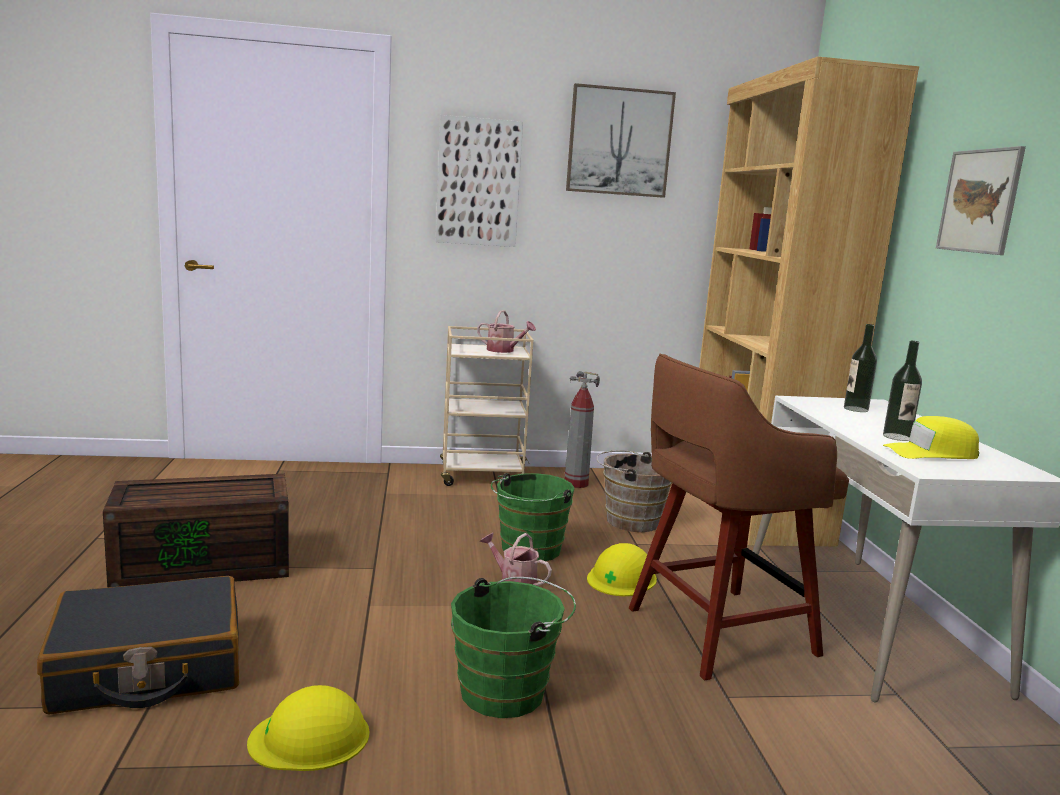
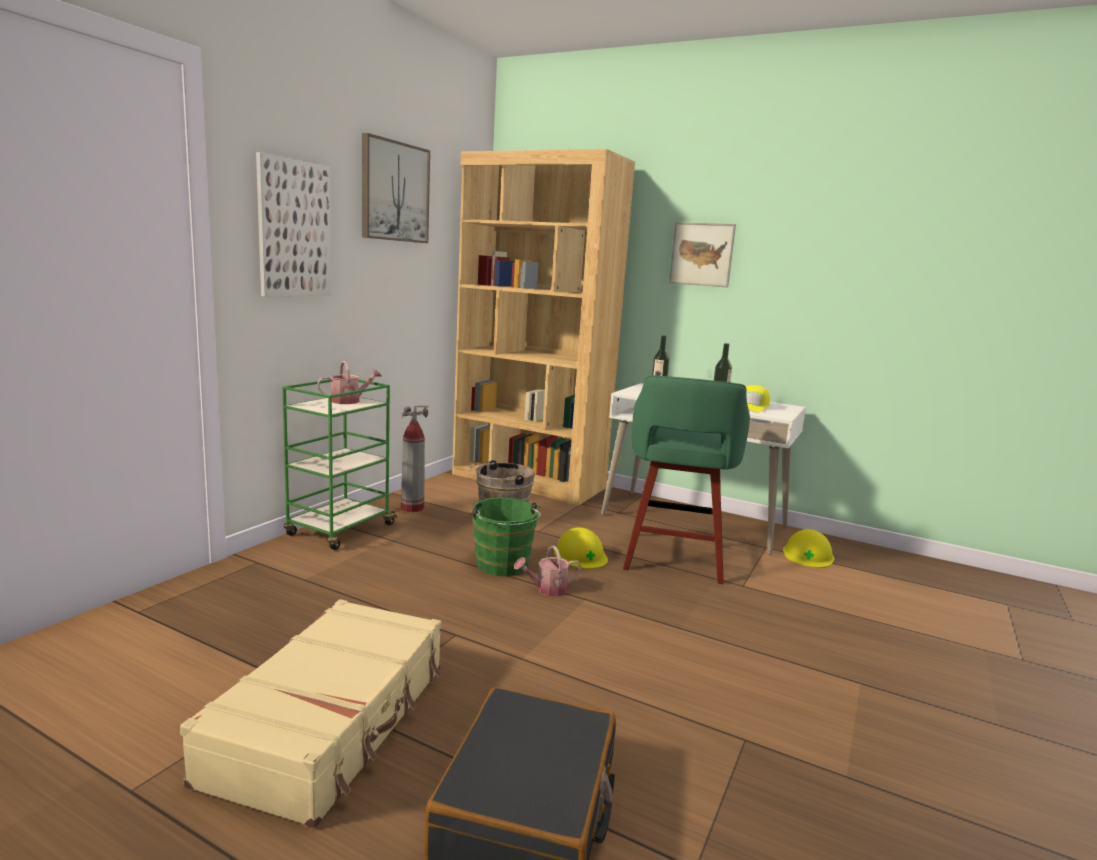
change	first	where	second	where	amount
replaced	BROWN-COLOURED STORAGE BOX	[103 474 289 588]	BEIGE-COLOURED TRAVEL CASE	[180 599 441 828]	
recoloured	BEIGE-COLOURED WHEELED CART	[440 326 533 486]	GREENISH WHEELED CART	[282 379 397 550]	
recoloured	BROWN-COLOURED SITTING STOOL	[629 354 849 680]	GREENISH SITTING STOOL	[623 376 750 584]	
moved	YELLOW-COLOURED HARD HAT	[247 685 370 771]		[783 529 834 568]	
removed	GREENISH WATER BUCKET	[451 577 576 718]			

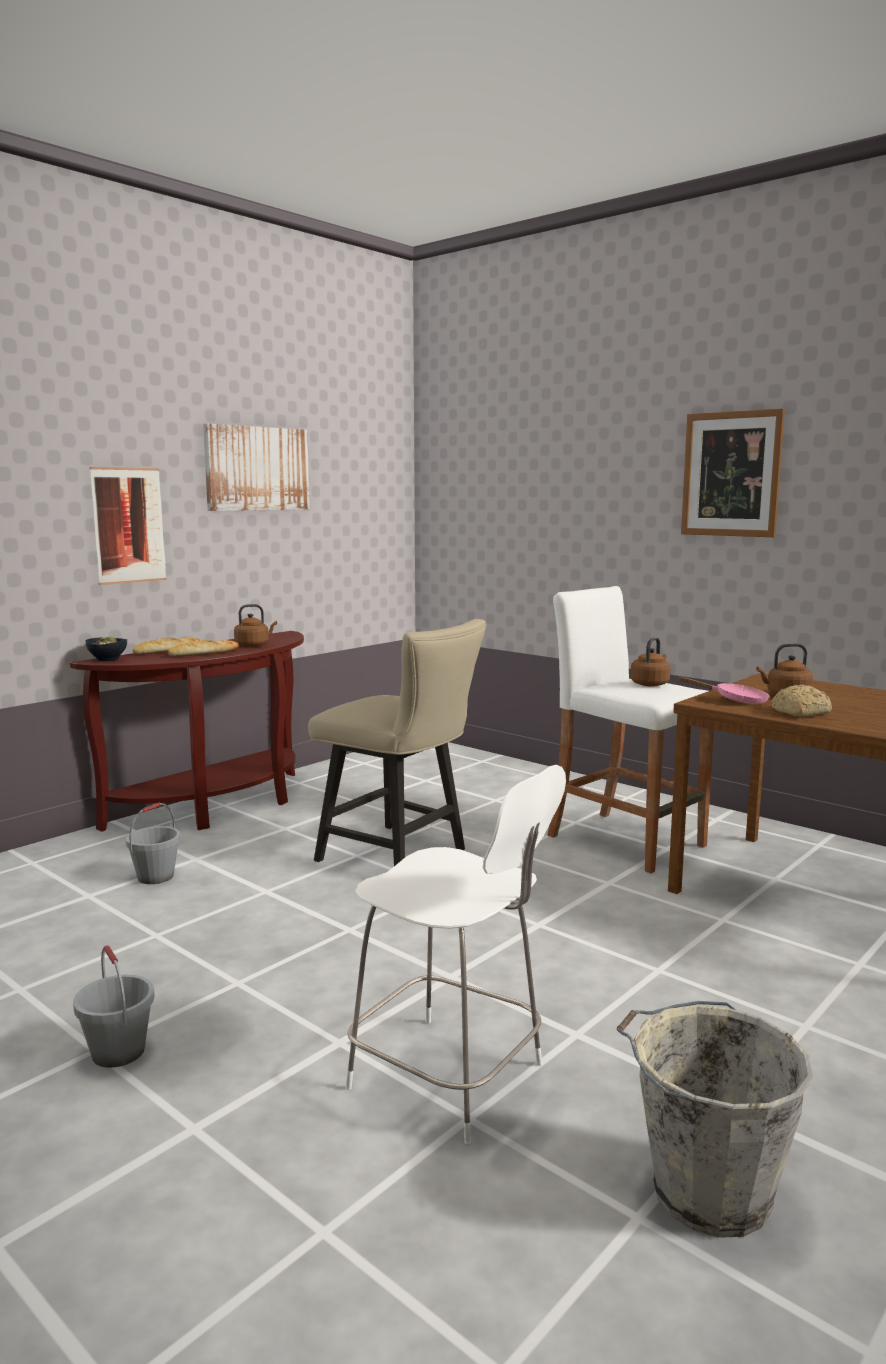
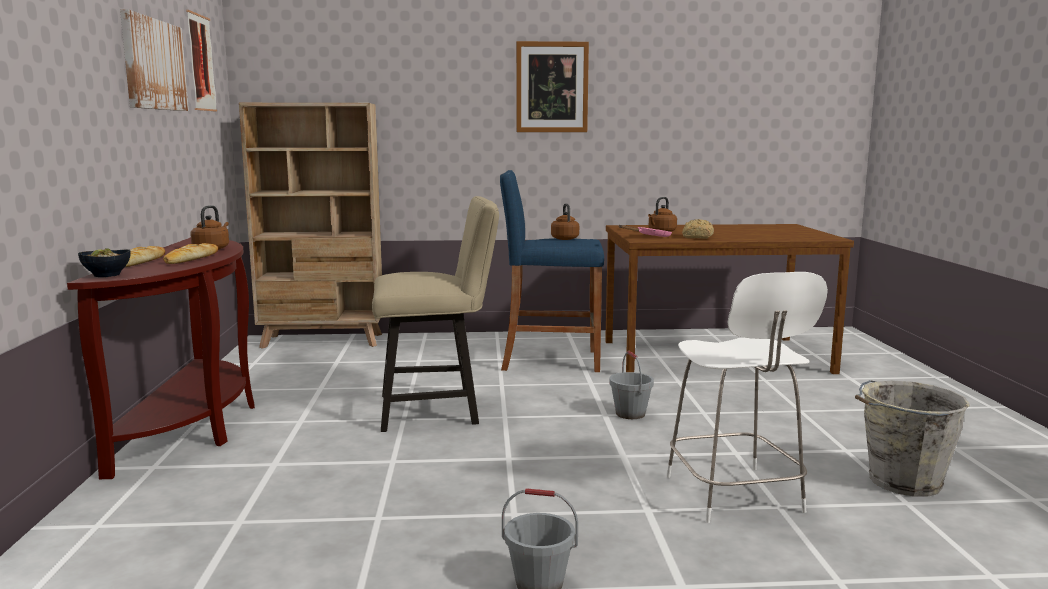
change	first	where	second	where	amount
moved	WALL PICTURE	[90 467 167 585]		[186 10 217 111]	
added			BEIGE-COLOURED BOOKCASE	[239 103 382 349]	
recoloured	WHITISH SITTING STOOL	[547 586 714 873]	BLUISH SITTING STOOL	[500 170 604 372]	
moved	GREYISH WATER BUCKET	[125 803 181 884]		[609 351 654 419]	
turned	WHITISH CHAIR	[346 765 566 1144]		[666 272 828 523]	90 degrees clockwise

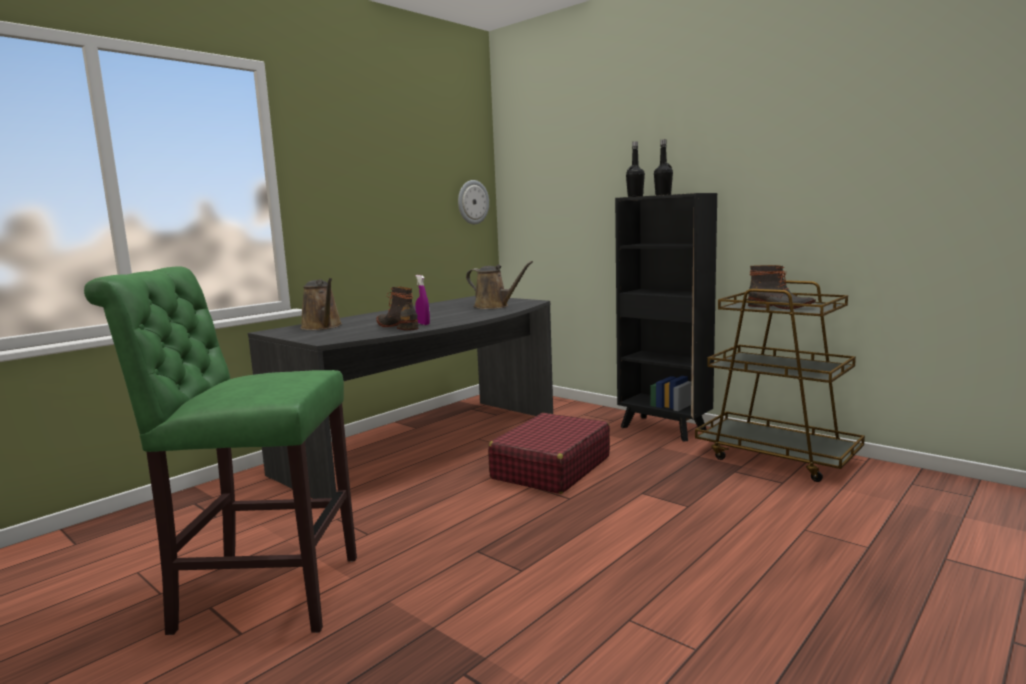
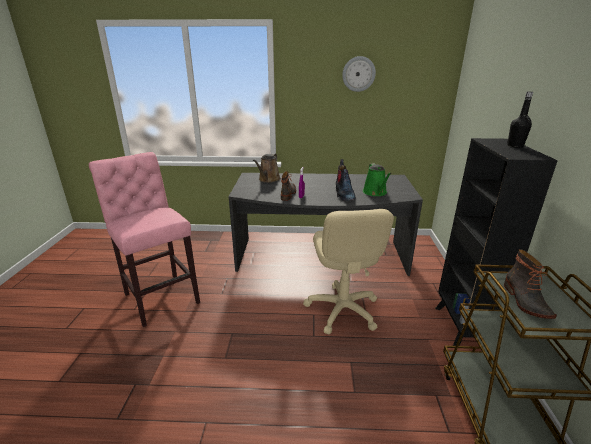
change	first	where	second	where	amount
recoloured	GREENISH SITTING STOOL	[84 266 357 635]	PINK-COLOURED SITTING STOOL	[89 152 200 327]	
replaced	REDDISH TRAVEL CASE	[488 413 610 494]	BEIGE-COLOURED COMPUTER CHAIR	[303 209 394 335]	
added			HIGH-TOP BOOT	[336 159 356 201]	
moved	WALL CLOCK	[458 180 489 224]		[342 56 376 92]	
recoloured	BROWN-COLOURED WATERING CAN	[466 261 533 309]	GREENISH WATERING CAN	[363 163 392 196]	
removed	BLACK BOTTLE	[626 141 645 197]			

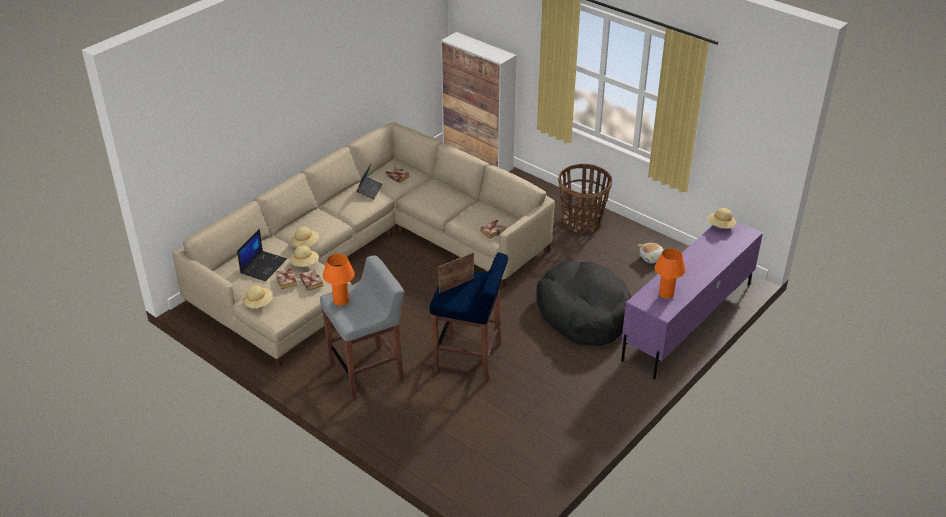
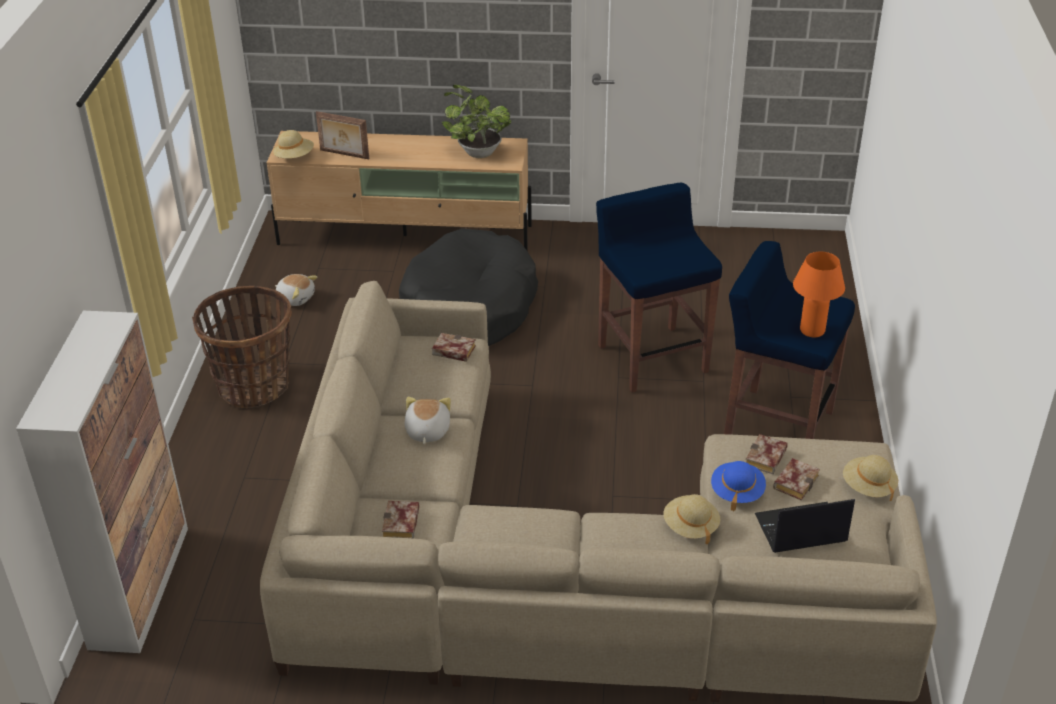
change	first	where	second	where	amount
recoloured	PURPLE MEDIA CONSOLE	[621 221 763 379]	BEIGE-COLOURED MEDIA CONSOLE	[267 131 532 252]	
moved	PICTURE FRAME	[438 252 474 293]		[316 111 369 159]	
added			CUDDLY TOY	[405 397 451 444]	
replaced	ORANGEY TABLETOP LAMP	[655 248 686 299]	POTTED PLANT	[442 85 512 158]	
recoloured	BEIGE-COLOURED WEARABLE HAT	[290 245 319 267]	BLUISH WEARABLE HAT	[711 461 766 511]	
recoloured	GREYISH SITTING STOOL	[320 256 404 399]	BLUISH SITTING STOOL	[724 241 855 439]	
removed	LAPTOP	[357 164 383 200]			

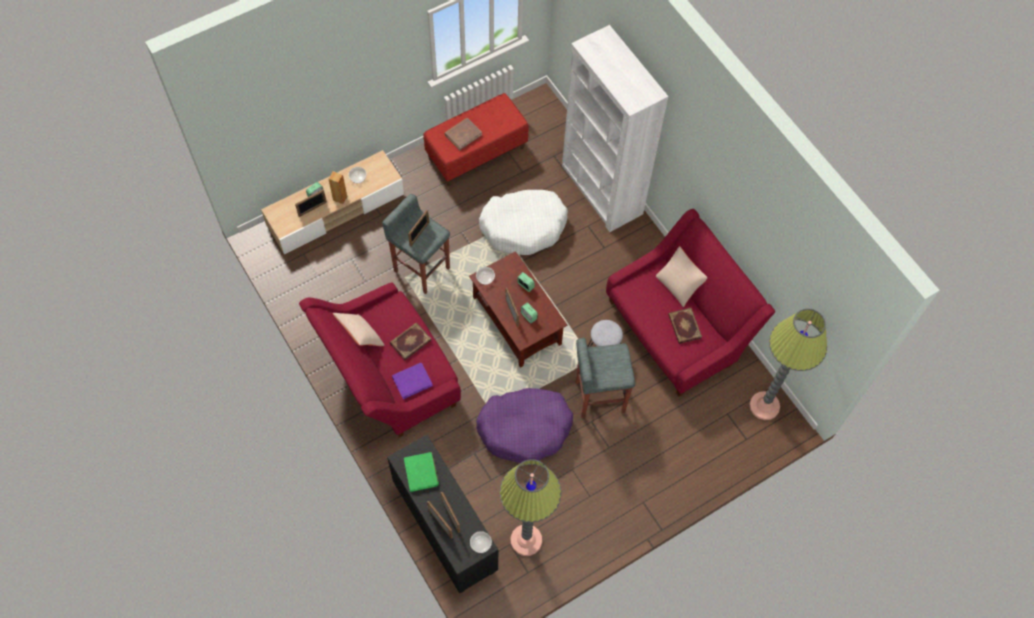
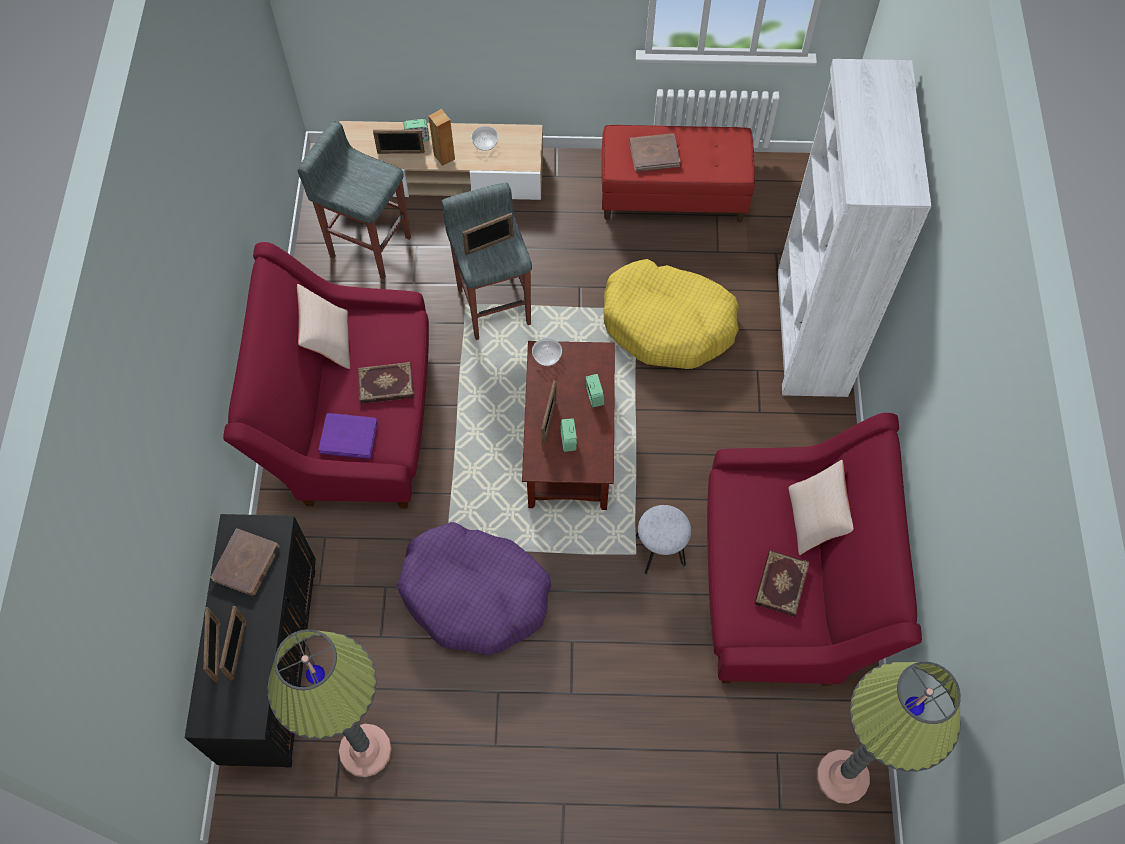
change	first	where	second	where	amount
recoloured	GREENISH BOUND BOOK	[404 452 439 492]	BROWN-COLOURED BOUND BOOK	[210 528 280 596]	
moved	GREYISH SITTING STOOL	[575 338 635 418]		[298 121 411 279]	
recoloured	WHITISH DOG CUSHION	[479 190 568 255]	YELLOW-COLOURED DOG CUSHION	[604 259 739 369]	
removed	BOWL	[470 531 492 553]			

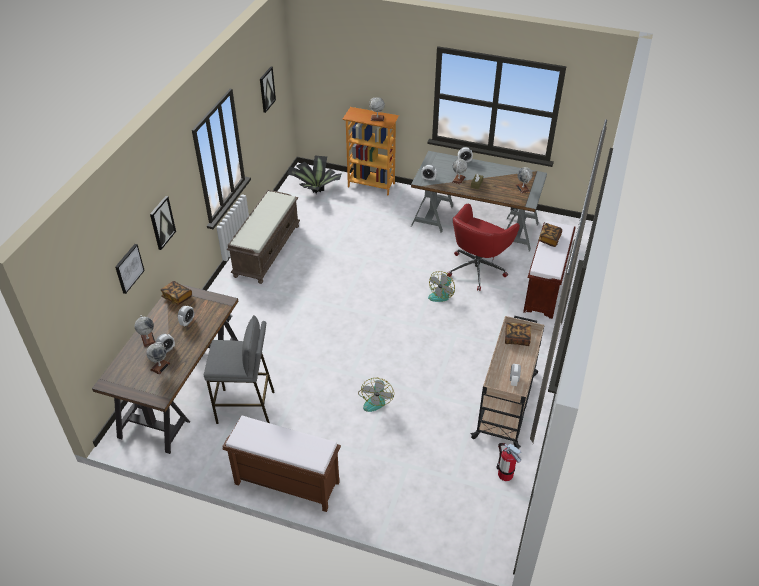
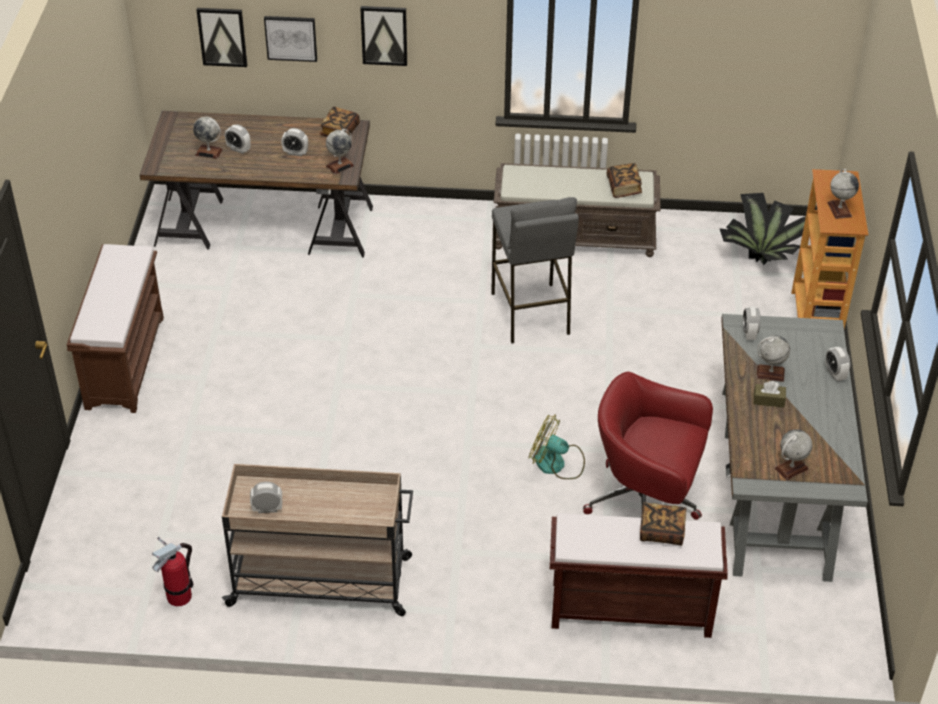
change	first	where	second	where	amount
moved	WALL PICTURE	[260 66 276 113]		[197 8 247 67]	
moved	WORLD GLOBE	[135 315 155 347]		[326 129 354 174]	
moved	GREYISH SITTING STOOL	[204 315 274 424]		[491 197 579 344]	
moved	BOUND BOOK	[505 322 531 346]		[607 163 642 198]	
removed	FAN	[358 378 394 412]			

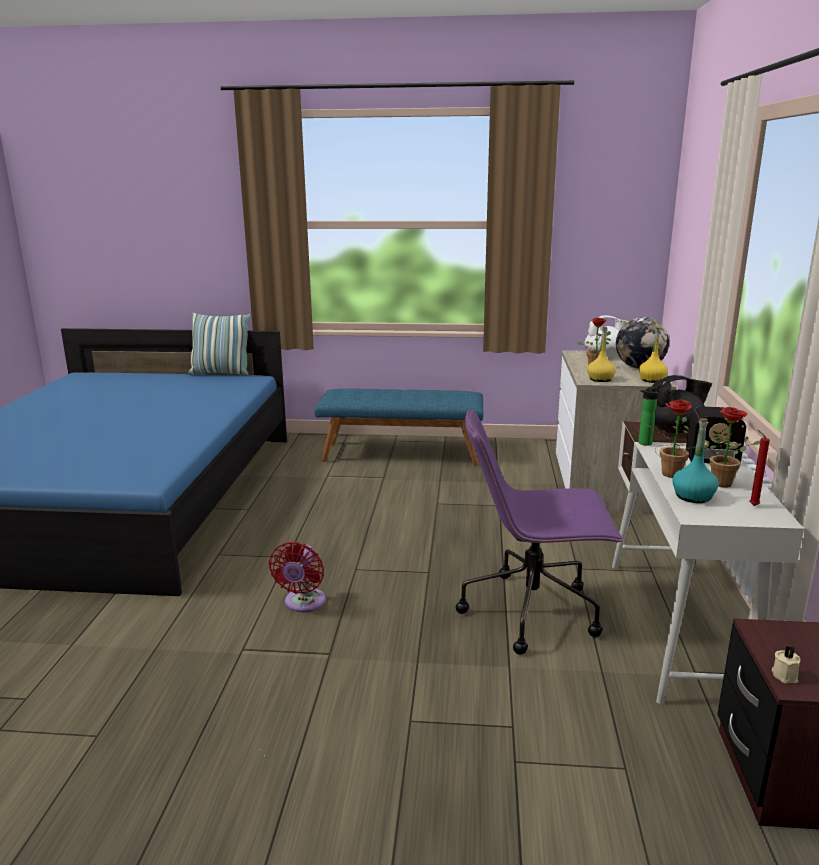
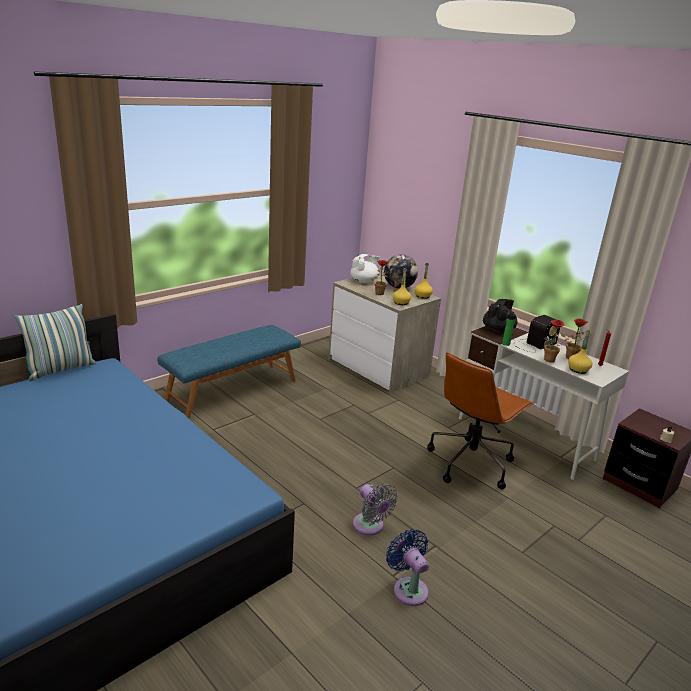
change	first	where	second	where	amount
recoloured	REDDISH FAN	[269 542 326 612]	GREYISH FAN	[353 484 398 535]	
added			BLUISH FAN	[386 529 429 606]	
recoloured	PURPLE COMPUTER CHAIR	[456 408 624 655]	BROWN-COLOURED COMPUTER CHAIR	[427 352 533 489]	
recoloured	TURQUOISE-COLOURED BOTTLE	[672 418 719 503]	YELLOW-COLOURED BOTTLE	[568 329 592 374]	

